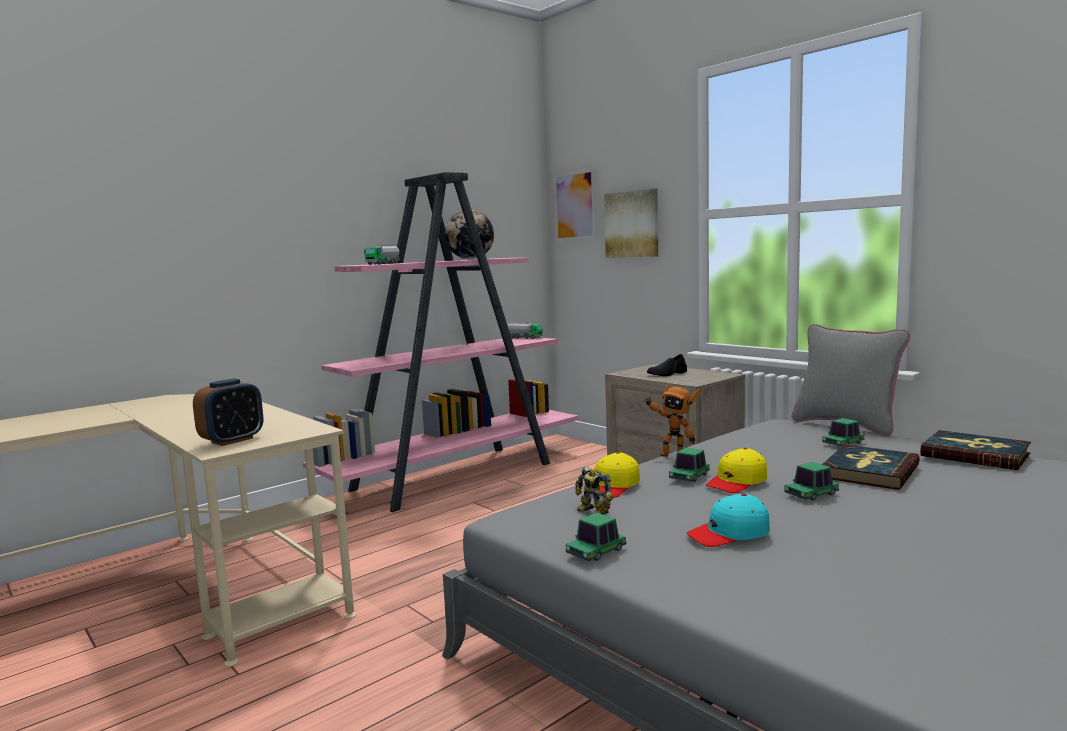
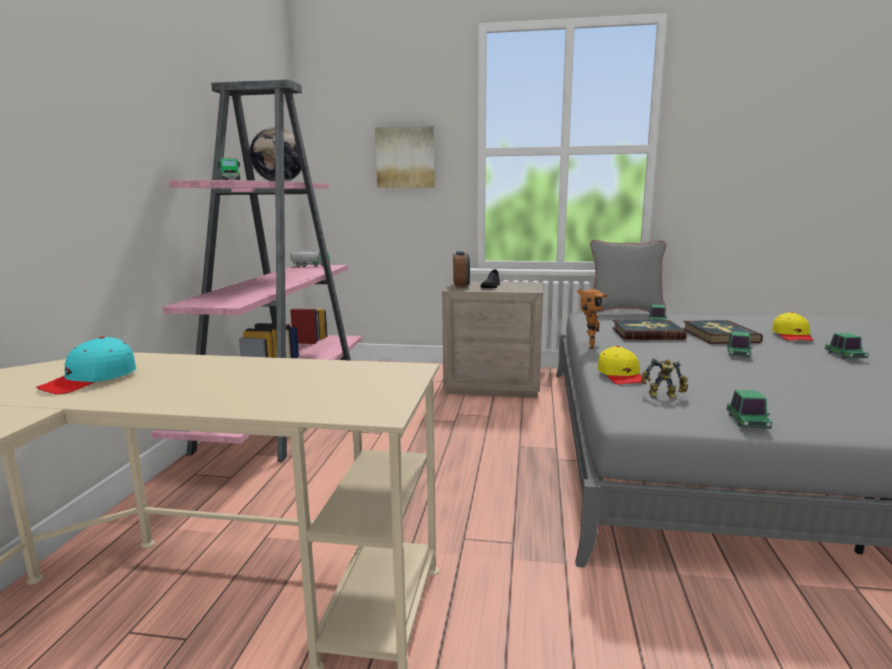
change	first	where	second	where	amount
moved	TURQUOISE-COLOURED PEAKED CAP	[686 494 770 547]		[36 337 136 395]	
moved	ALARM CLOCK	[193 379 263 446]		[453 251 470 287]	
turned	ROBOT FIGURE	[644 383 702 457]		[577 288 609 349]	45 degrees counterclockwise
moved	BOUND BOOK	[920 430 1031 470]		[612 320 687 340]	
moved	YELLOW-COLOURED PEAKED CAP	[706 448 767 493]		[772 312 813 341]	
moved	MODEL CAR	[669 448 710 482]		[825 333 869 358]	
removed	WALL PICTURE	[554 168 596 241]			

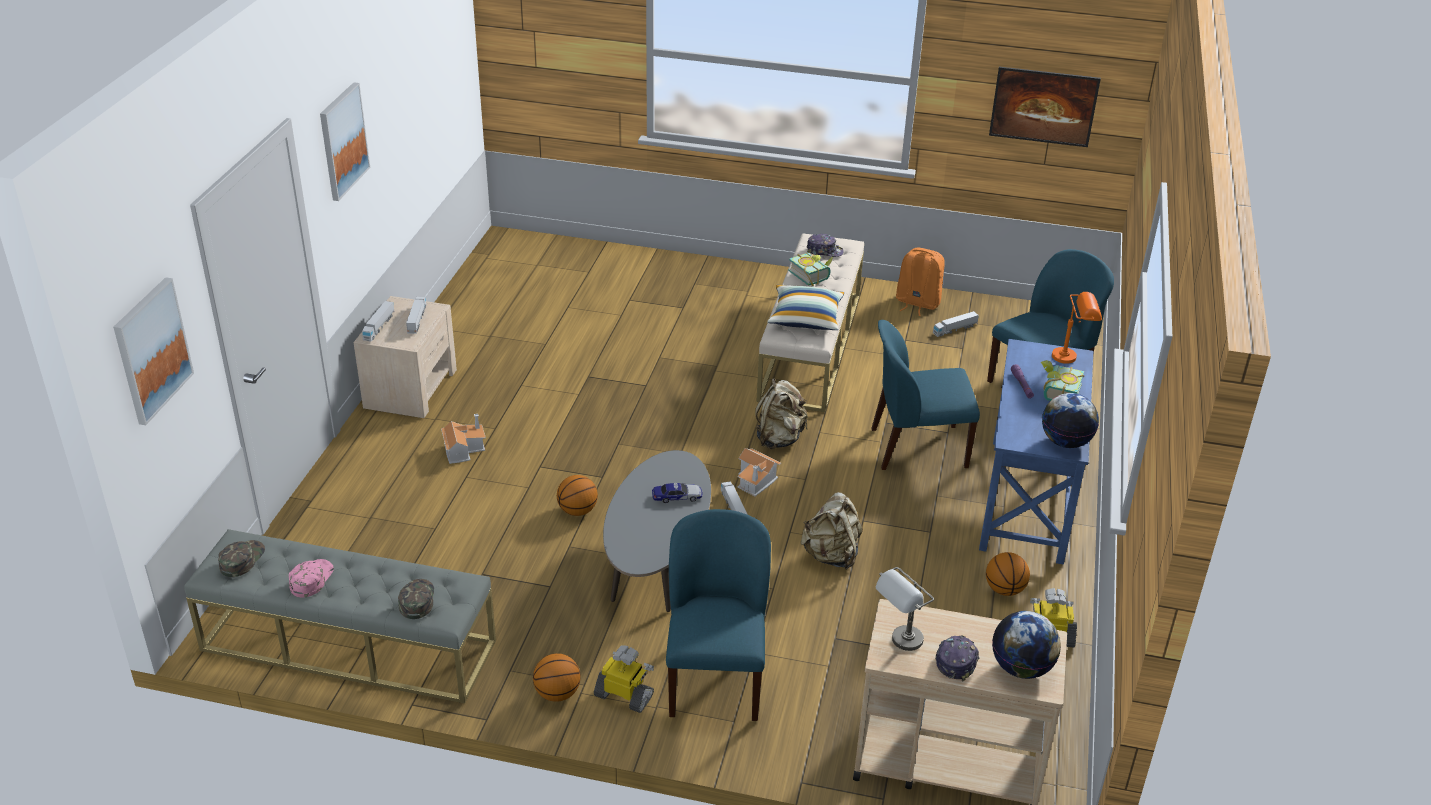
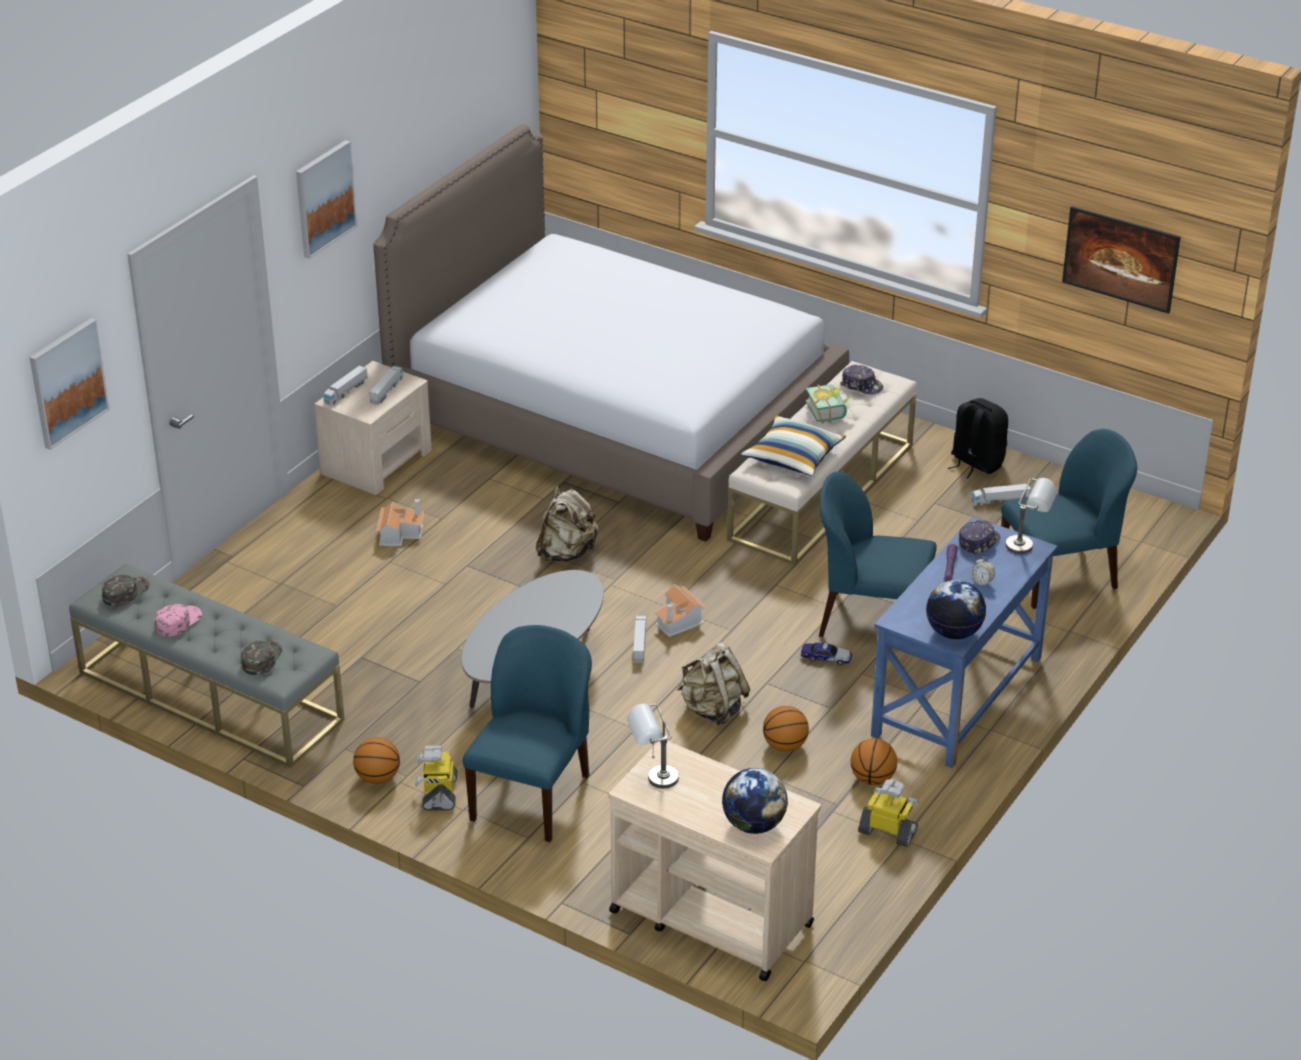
change	first	where	second	where	amount
added			SLEEPING BED	[373 124 849 542]	
turned	ROBOT FIGURE	[594 645 654 713]		[415 745 458 811]	135 degrees counterclockwise
moved	BEIGE-COLOURED KNAPSACK	[755 378 808 449]		[536 486 599 561]	
moved	BASKETBALL BALL	[557 475 598 516]		[763 706 809 752]	
moved	MODEL CAR	[652 483 703 503]		[801 643 852 665]	
recoloured	ORANGEY KNAPSACK	[896 247 945 316]	BLACK KNAPSACK	[948 398 1008 479]	
moved	PEAKED CAP	[935 635 979 681]		[959 520 1000 555]	
replaced	BOUND BOOK	[1041 360 1084 401]	ALARM CLOCK	[971 557 995 587]	
recoloured	ORANGEY TABLETOP LAMP	[1052 292 1102 364]	GREYISH TABLETOP LAMP	[1006 478 1057 554]	

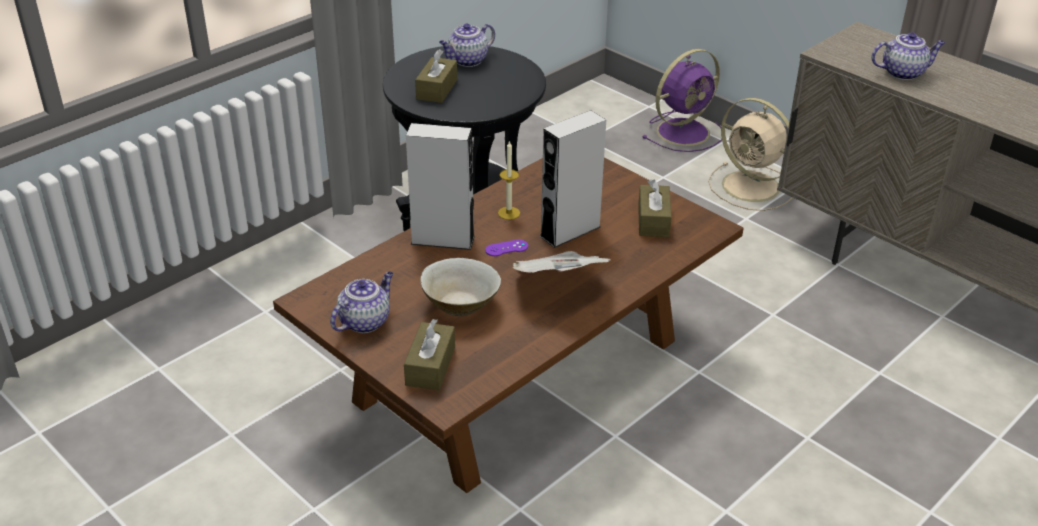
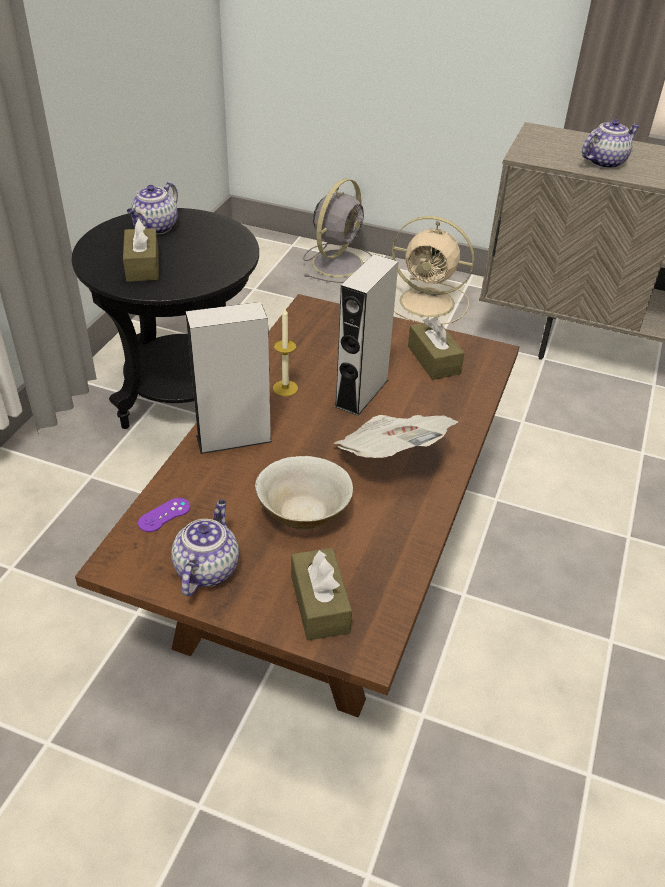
change	first	where	second	where	amount
moved	PURPLE GAMEPAD	[485 240 528 256]		[138 498 190 532]	
recoloured	PURPLE FAN	[642 49 722 152]	GREYISH FAN	[303 179 372 283]	

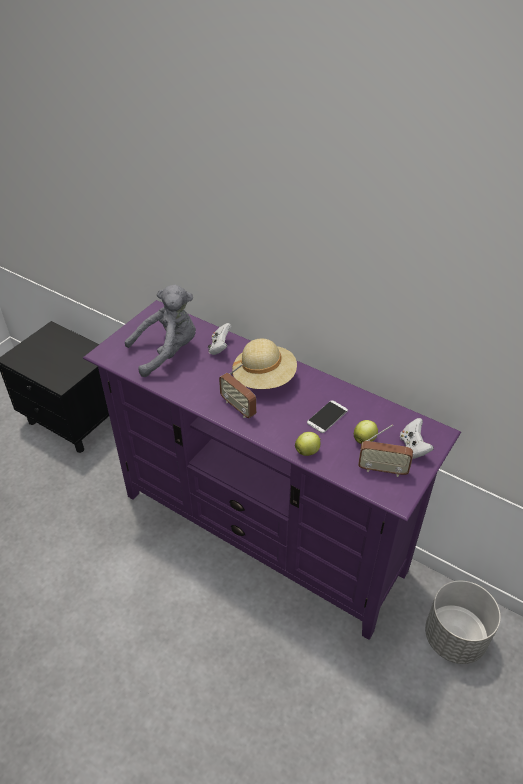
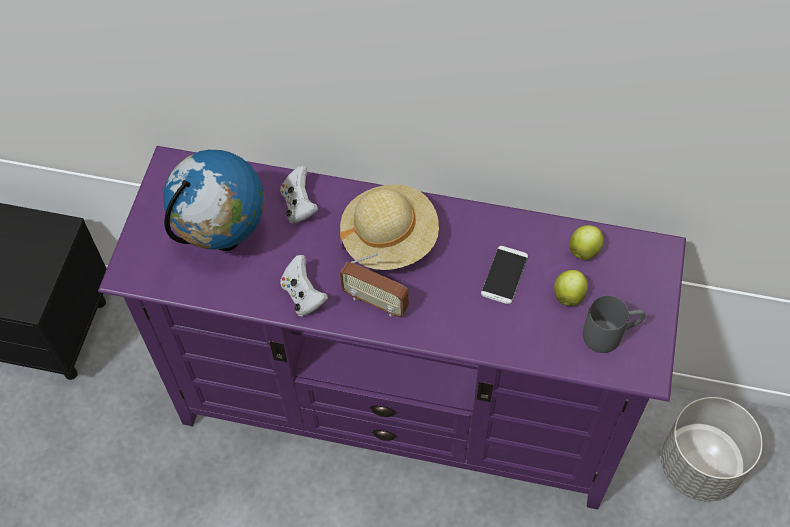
change	first	where	second	where	amount
replaced	GREYISH CUDDLY TOY	[125 285 196 377]	WORLD GLOBE	[163 150 264 251]	
moved	WHITISH GAMEPAD	[400 418 434 459]		[280 255 328 317]	
moved	APPLE	[295 432 320 456]		[570 225 604 260]	
replaced	RADIO	[358 424 413 477]	GREYISH MUG	[583 295 645 353]	

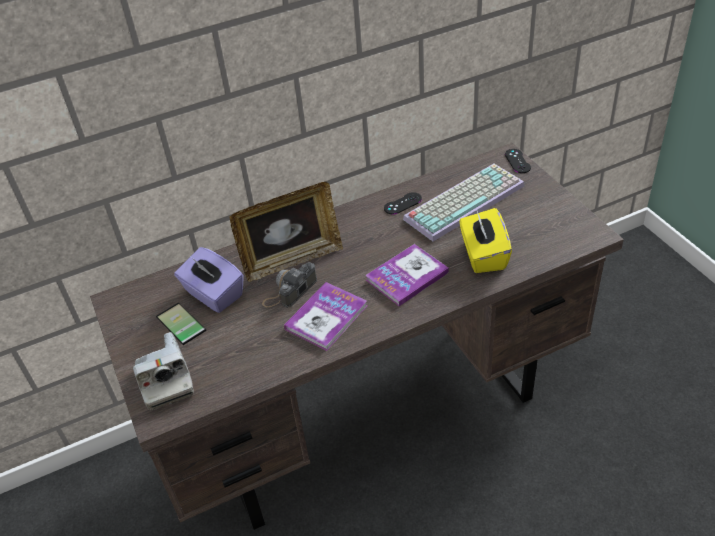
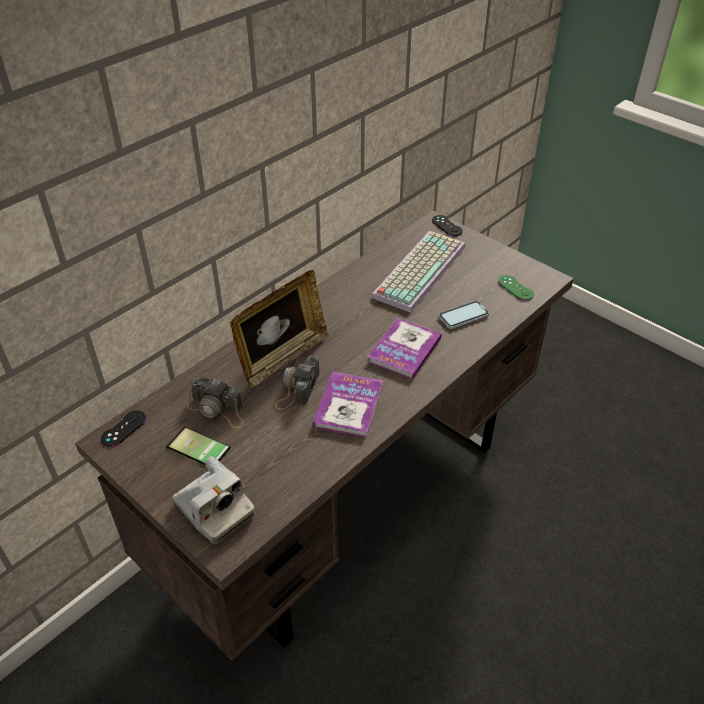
change	first	where	second	where	amount
moved	BLACK GAMEPAD	[384 192 422 214]		[101 411 146 447]	
replaced	PURPLE TISSUE BOX	[174 247 243 313]	STILL CAMERA	[187 378 244 428]	
replaced	YELLOW-COLOURED TISSUE BOX	[459 208 512 273]	HANDSET	[439 301 489 329]	
added			GREENISH GAMEPAD	[498 275 534 300]	

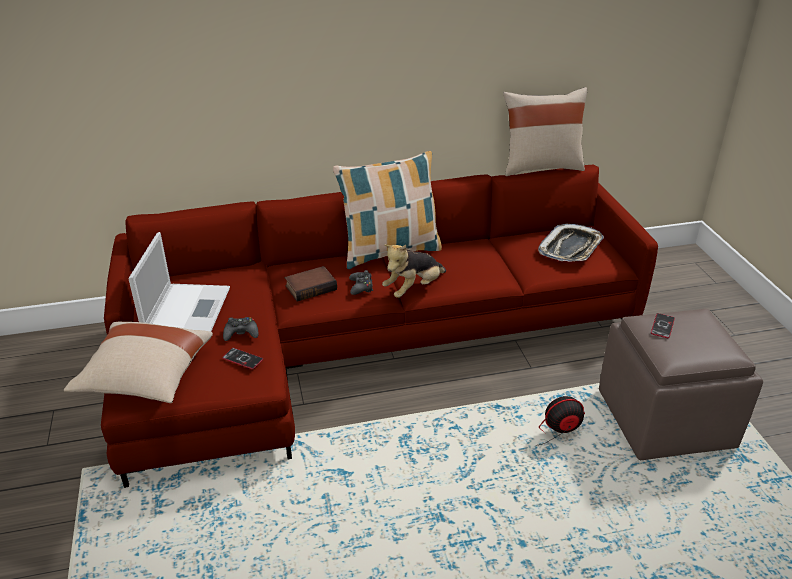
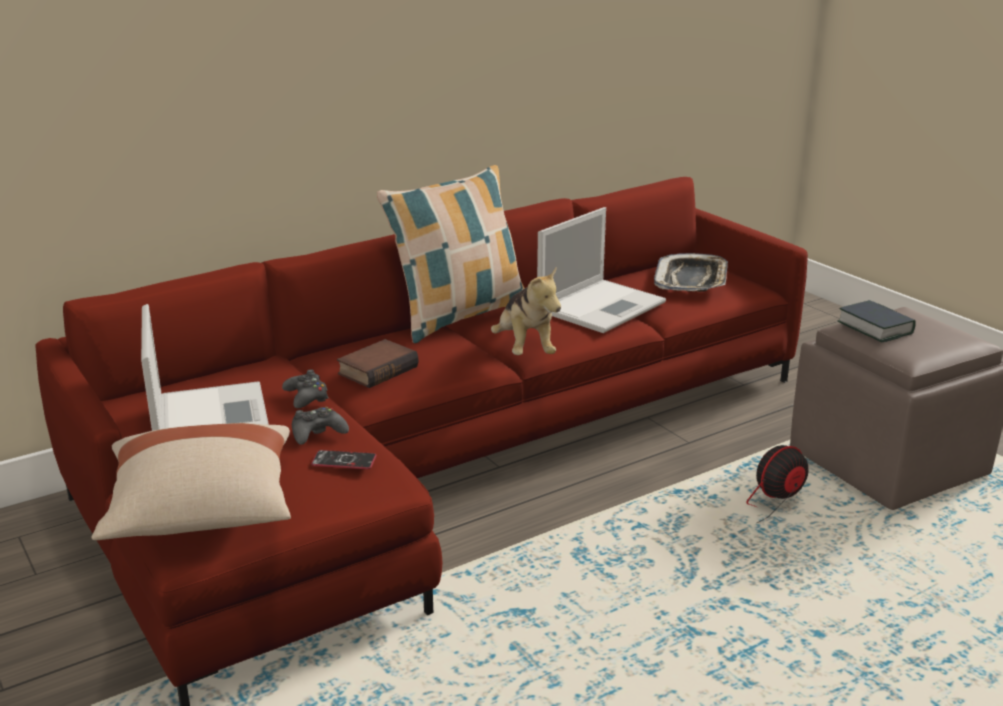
change	first	where	second	where	amount
moved	BLACK GAMEPAD	[349 270 373 295]		[282 369 329 408]	
turned	CUDDLY TOY	[382 244 446 298]		[491 267 561 355]	45 degrees counterclockwise
added			LAPTOP	[537 207 666 333]	
replaced	HANDSET	[651 313 675 338]	BOUND BOOK	[838 300 916 342]	
removed	BEIGE-COLOURED THROW PILLOW	[503 87 587 176]			

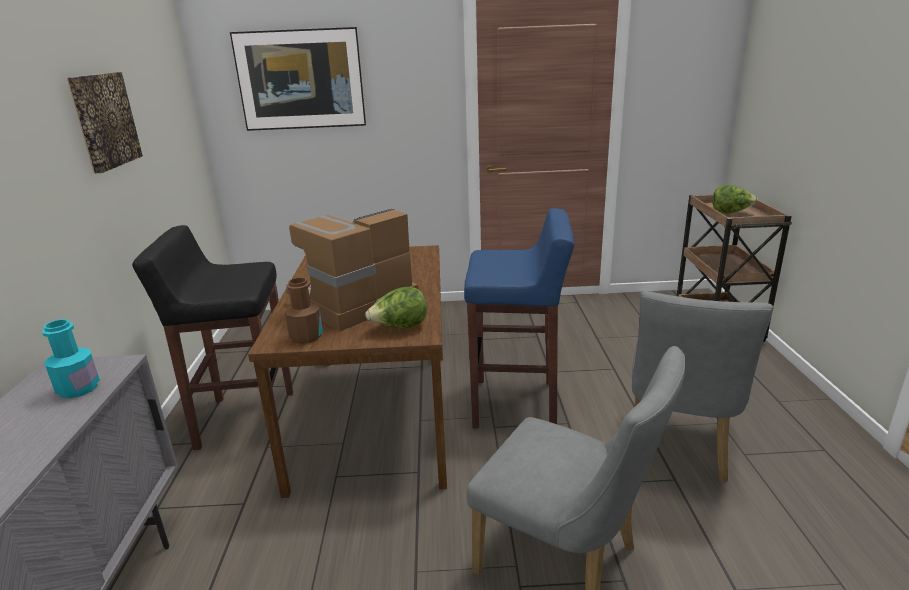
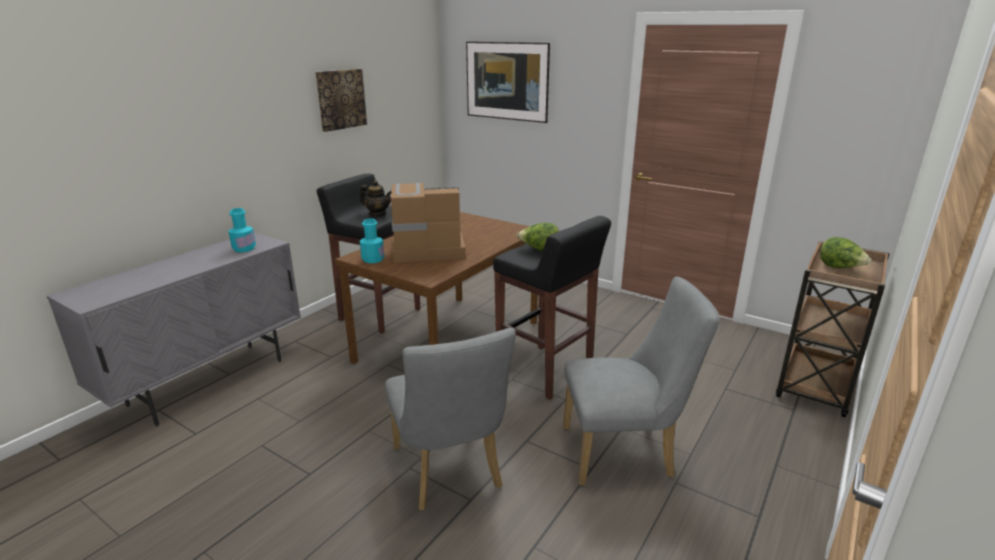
change	first	where	second	where	amount
added			POT FOR TEA	[360 180 391 216]	
recoloured	BROWN-COLOURED BOTTLE	[285 277 323 344]	TURQUOISE-COLOURED BOTTLE	[360 219 385 263]	
recoloured	BLUISH SITTING STOOL	[464 208 574 429]	BLACK SITTING STOOL	[493 216 611 400]	
moved	HEAD OF LETTUCE	[365 287 427 328]		[517 222 559 251]	
turned	GREYISH CHAIR	[632 291 773 482]		[563 276 720 486]	150 degrees counterclockwise

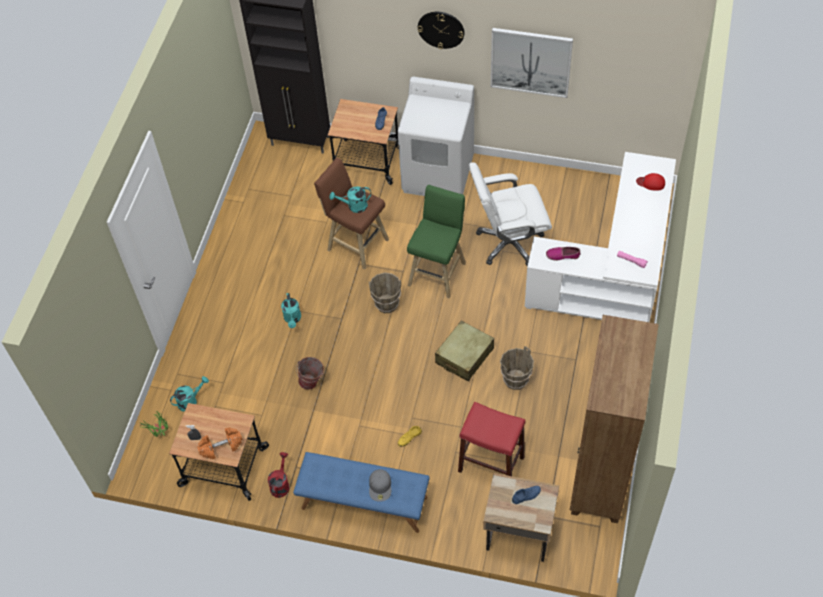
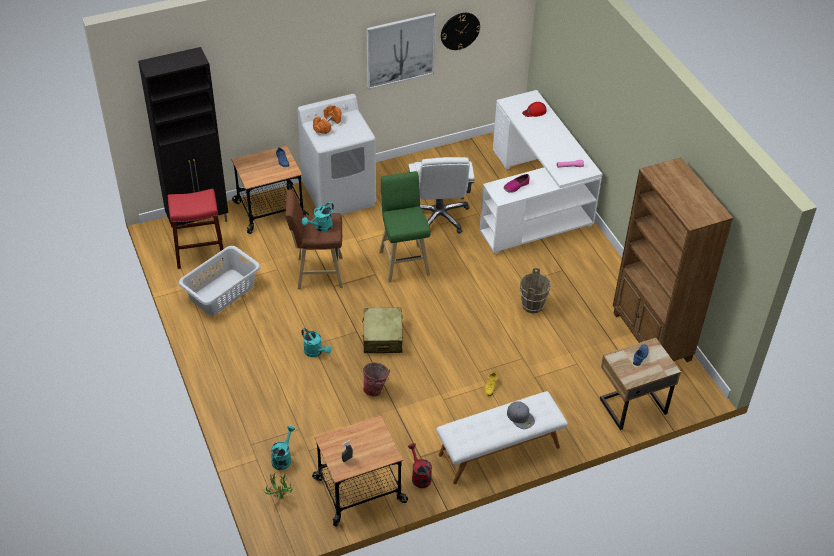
change	first	where	second	where	amount
moved	REDDISH SITTING STOOL	[458 402 525 476]		[168 189 224 269]	
added			GREYISH WASHING BASKET	[179 246 260 315]	
moved	ORANGEY HAND WEIGHT	[197 427 243 459]		[313 105 341 134]	
moved	BEIGE-COLOURED TRAVEL CASE	[435 321 494 381]		[362 307 403 353]	
turned	WHITISH COMPUTER CHAIR	[468 162 552 266]		[409 157 475 234]	45 degrees counterclockwise
recoloured	BLUISH LONG SEAT	[293 452 430 533]	WHITISH LONG SEAT	[436 391 568 484]	
moved	WALL CLOCK	[418 12 465 49]		[441 13 480 50]	
removed	BROWN-COLOURED WATER BUCKET	[369 273 401 313]			

